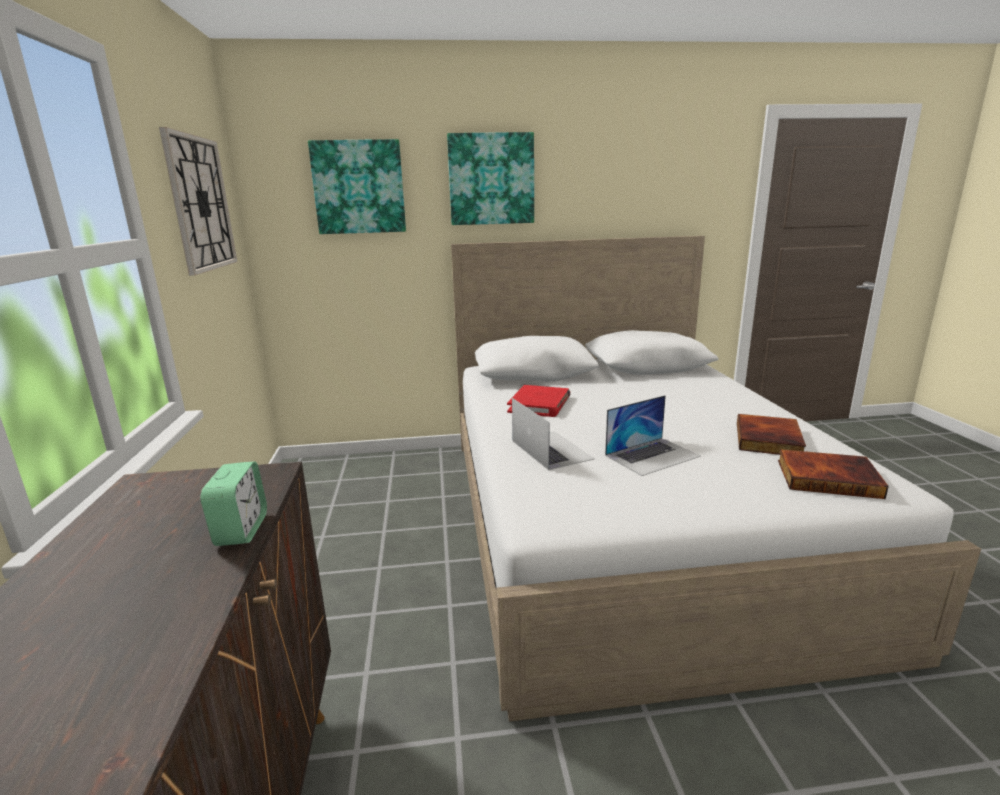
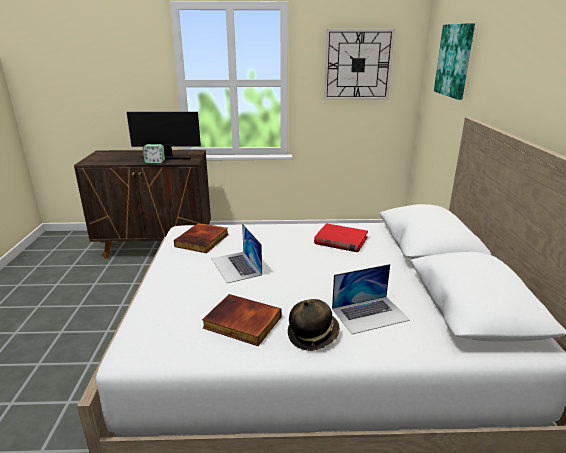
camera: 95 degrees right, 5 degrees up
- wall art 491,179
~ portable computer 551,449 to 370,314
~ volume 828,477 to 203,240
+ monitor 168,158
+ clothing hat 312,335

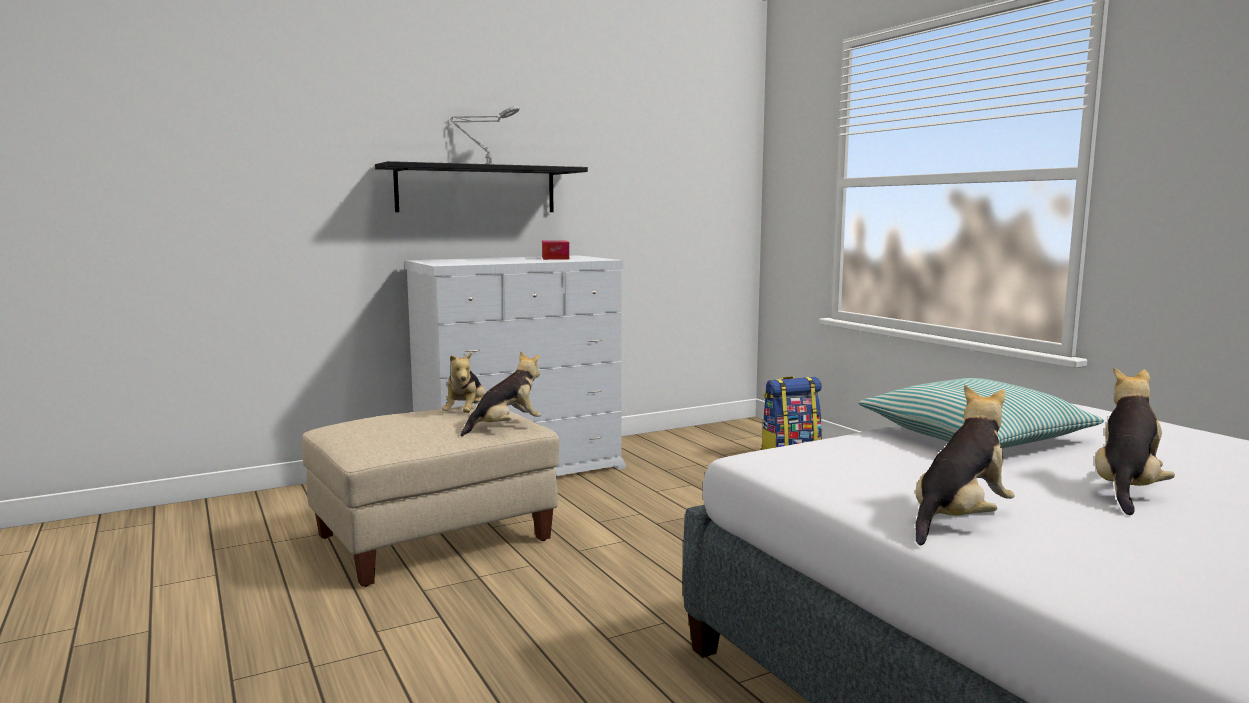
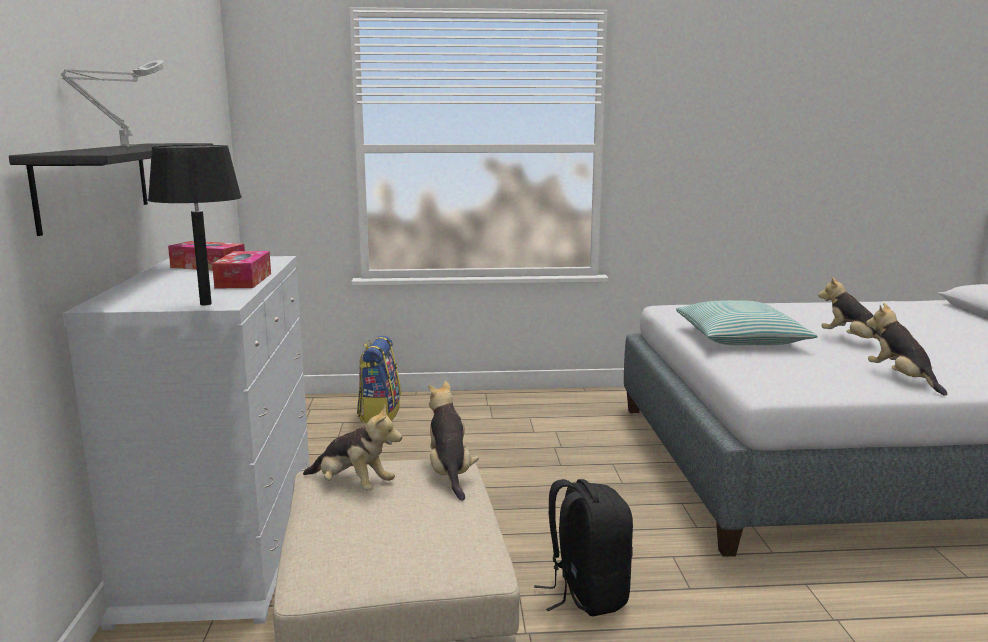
camera: 65 degrees left, 5 degrees up
+ black-coloured table lamp 206,304
+ tissue box 244,280
+ black-coloured backpack 586,594

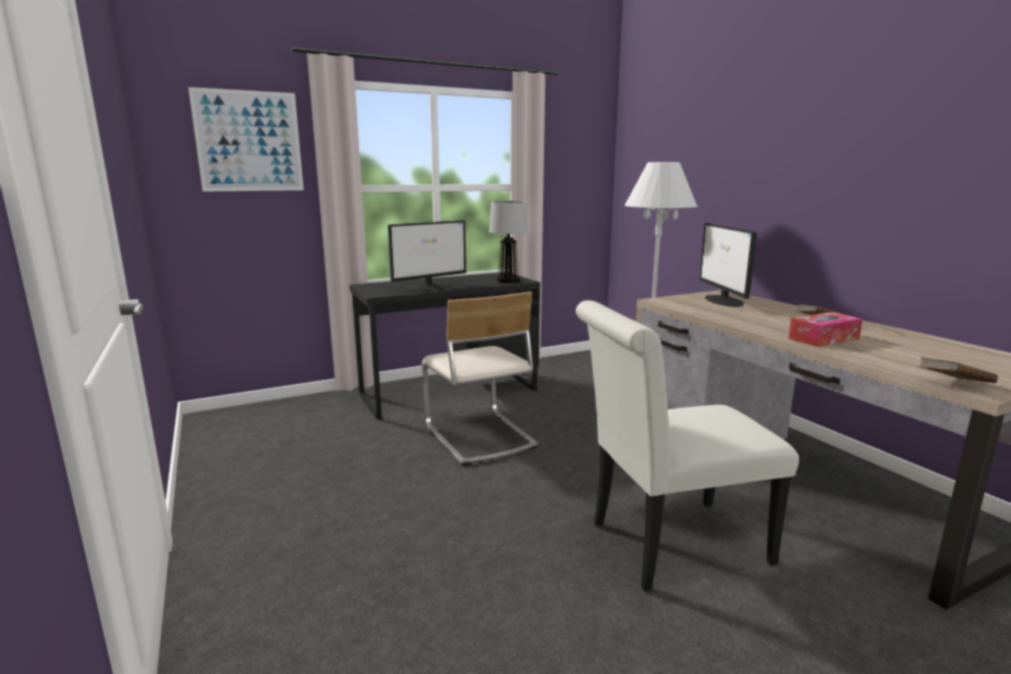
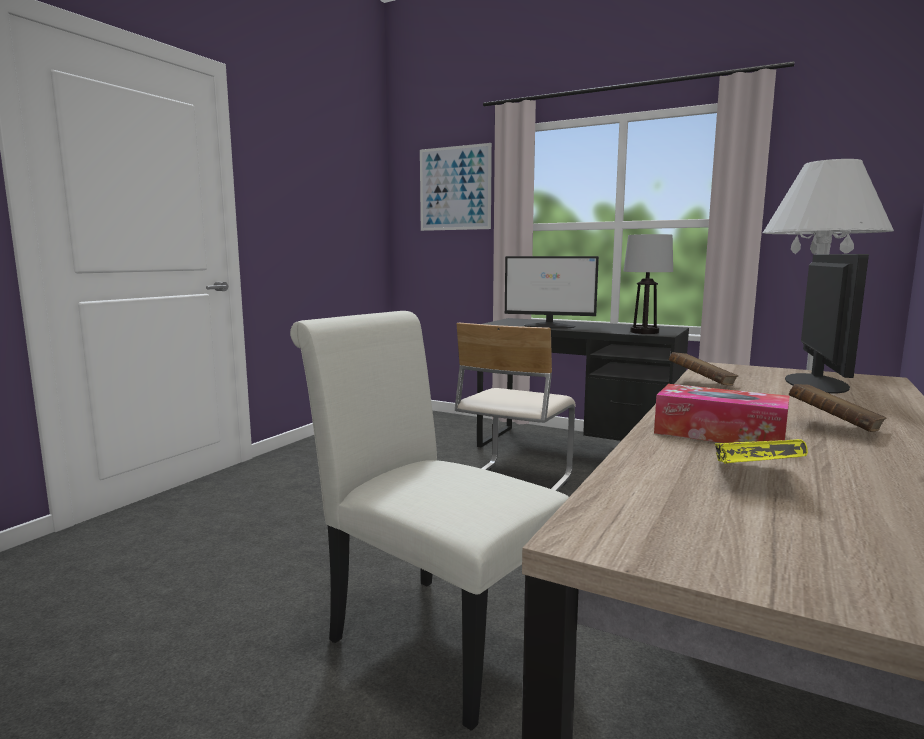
camera: 55 degrees right, 5 degrees down
~ monitor 724,301 = 816,383 150 degrees clockwise
~ brown-coloured volume 954,384 to 701,384
+ yellow-coloured volume 753,477

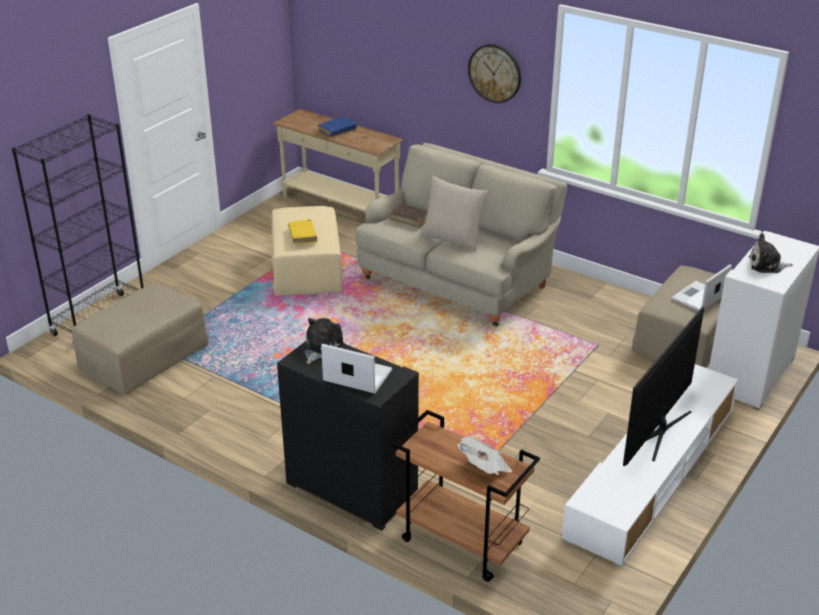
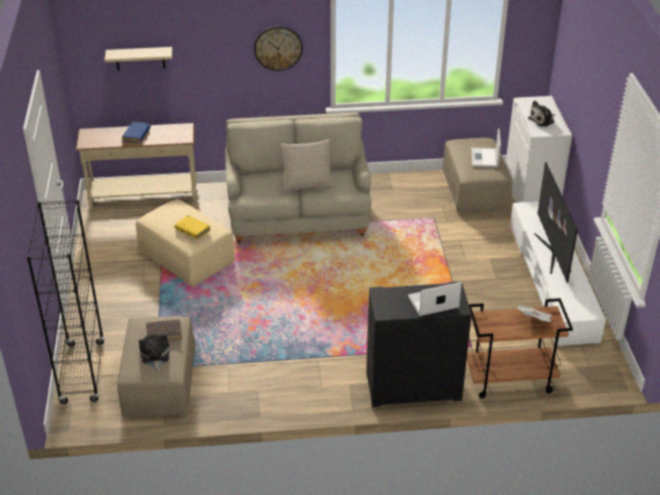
camera: 40 degrees left, 5 degrees up
~ brown-coloured volume 410,219 to 164,333
~ plush toy 321,348 to 155,356
+ beige-coloured wall shelf 140,58

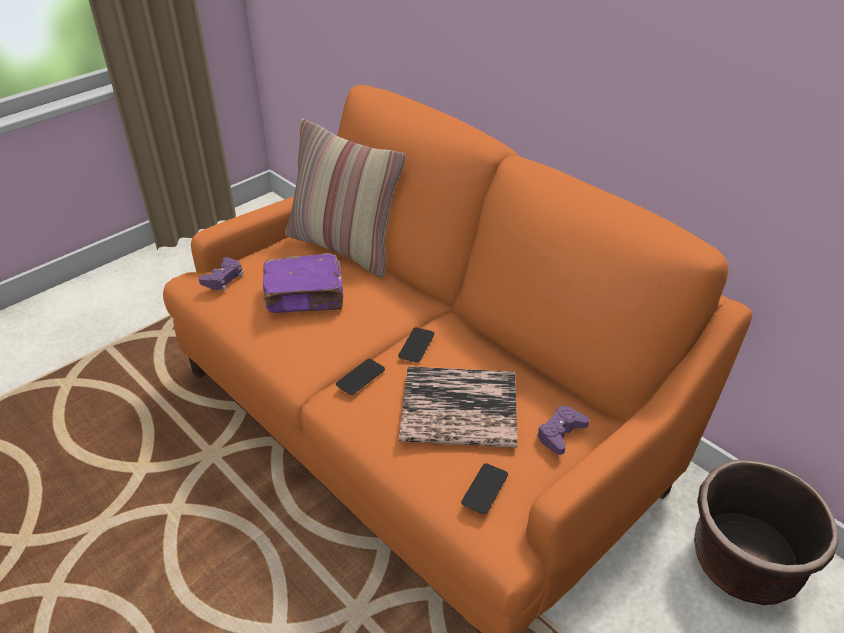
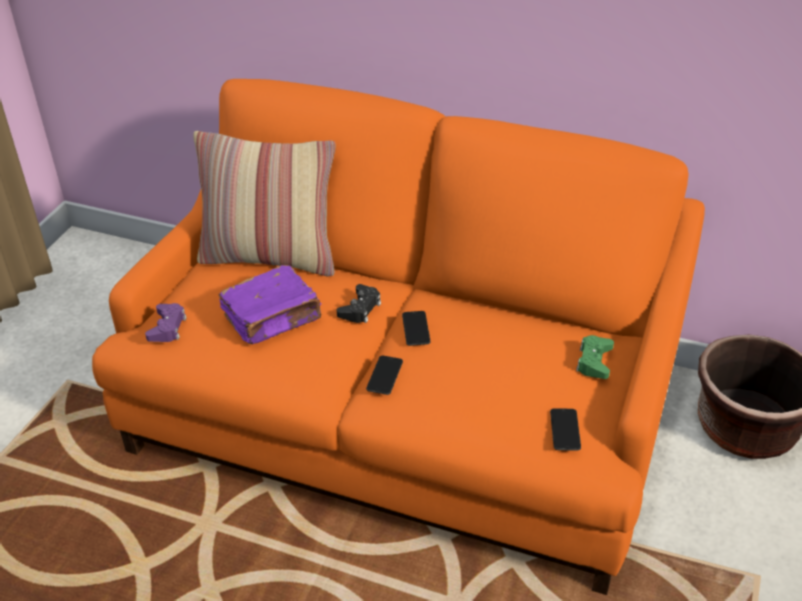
camera: 25 degrees left, 0 degrees up
- volume 459,408
~ purple-coloured gamepad 560,433 to green-coloured gamepad 594,361
+ black-coloured gamepad 360,308

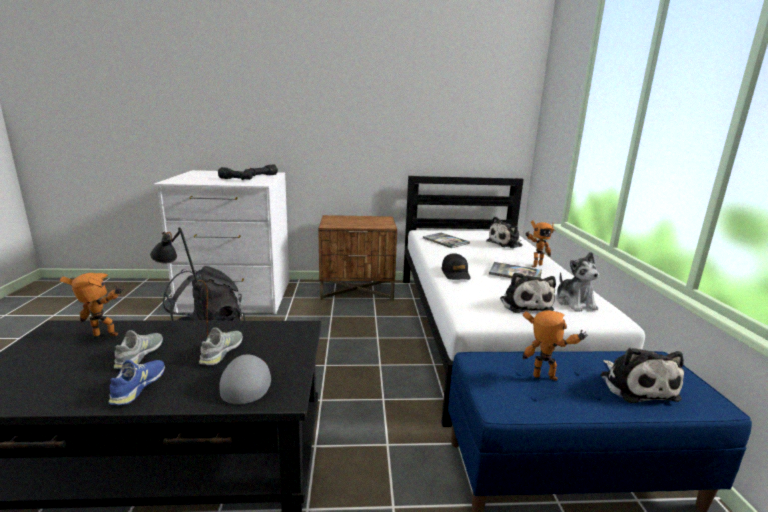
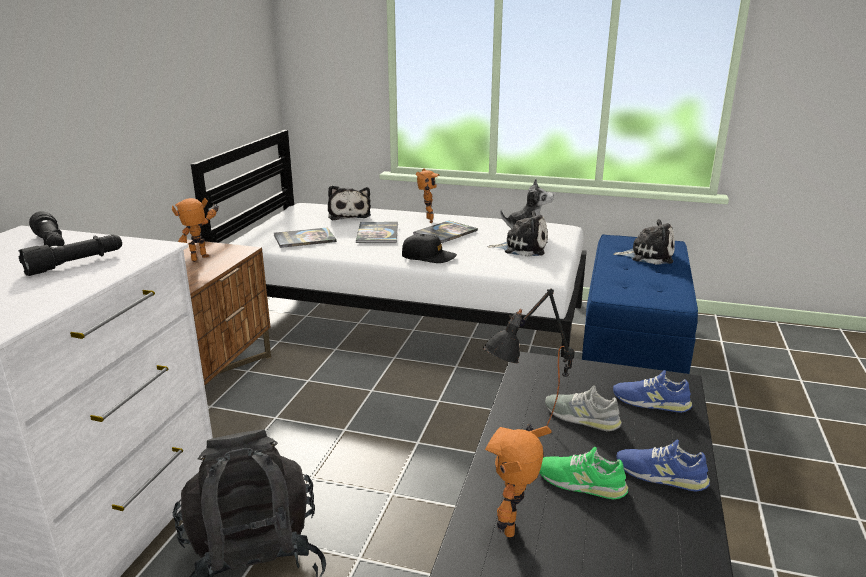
camera: 70 degrees left, 5 degrees up
~ robot figure 545,380 to 202,259
~ greyish shoe 140,354 to green-coloured shoe 580,482
~ greyish cap 247,381 to blue-coloured shoe 651,402
+ volume 377,233

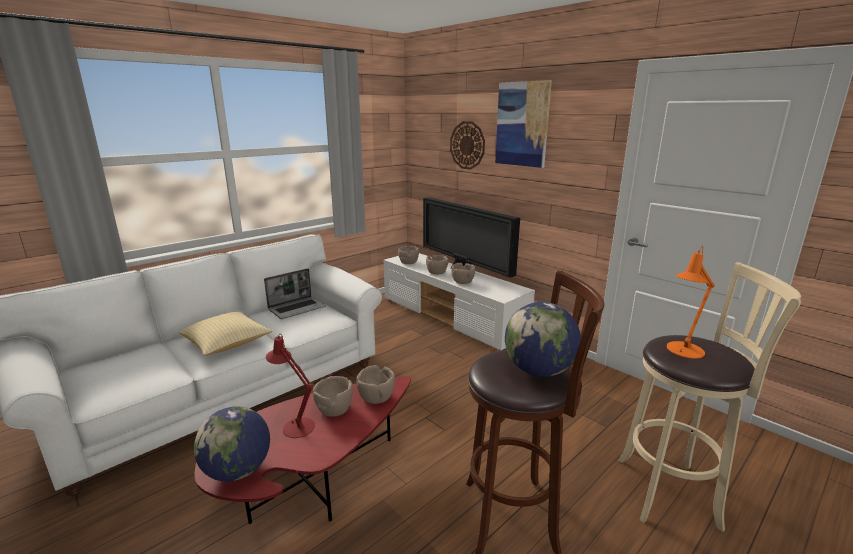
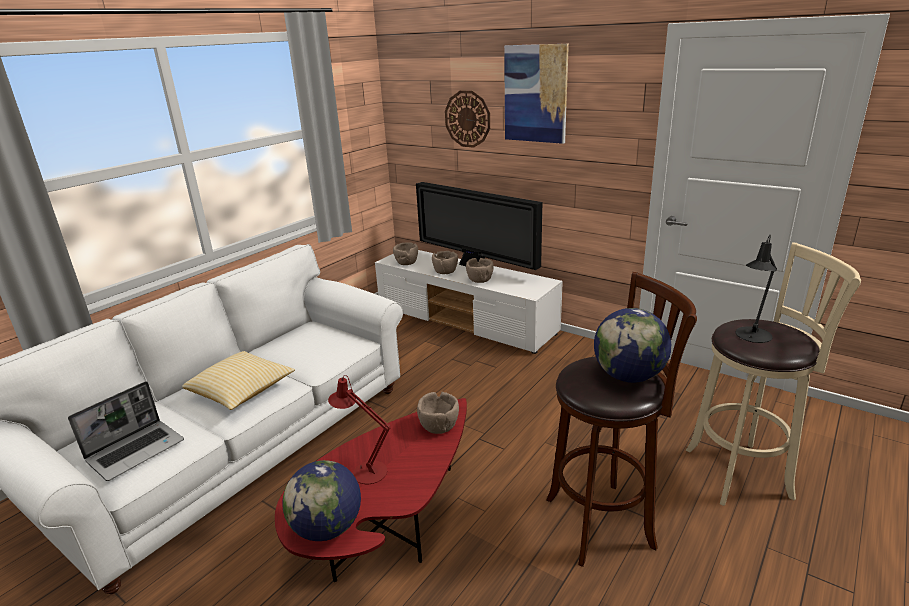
camera: 10 degrees left, 5 degrees up
~ orangey table lamp 682,351 to black-coloured table lamp 751,336
~ portable computer 297,308 to 136,450
- brown-coloured deep dish 334,409

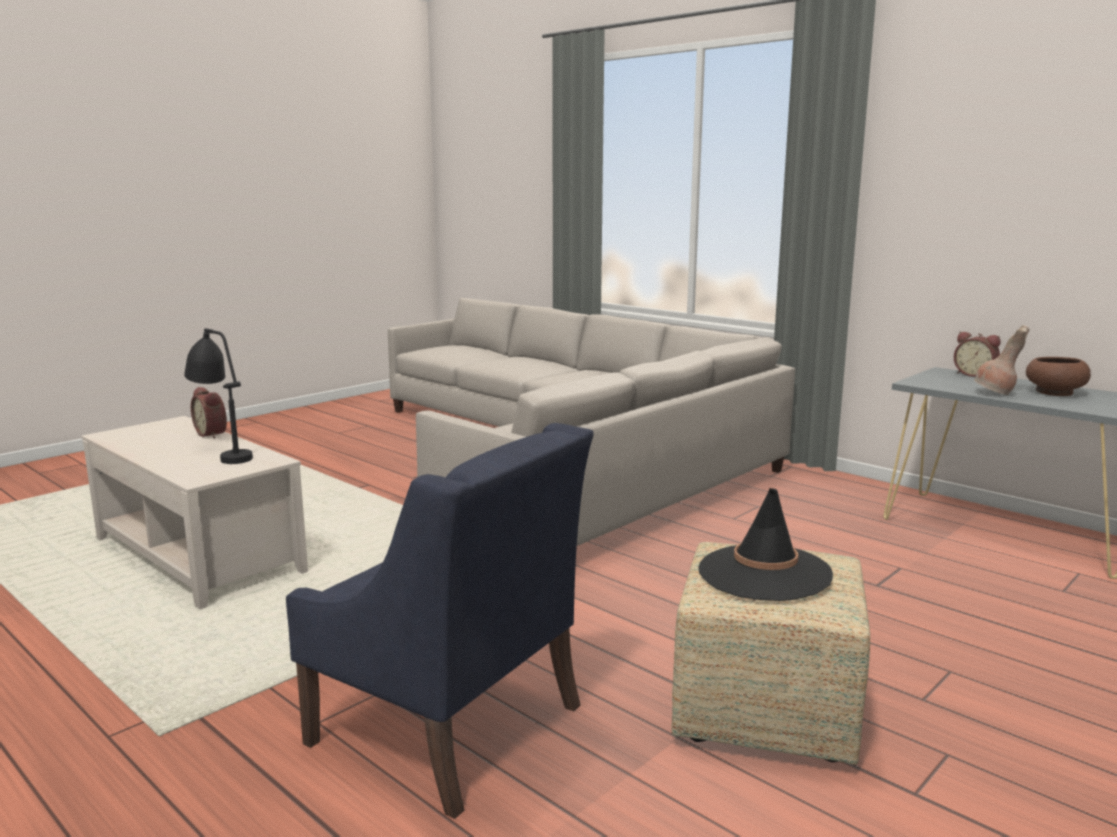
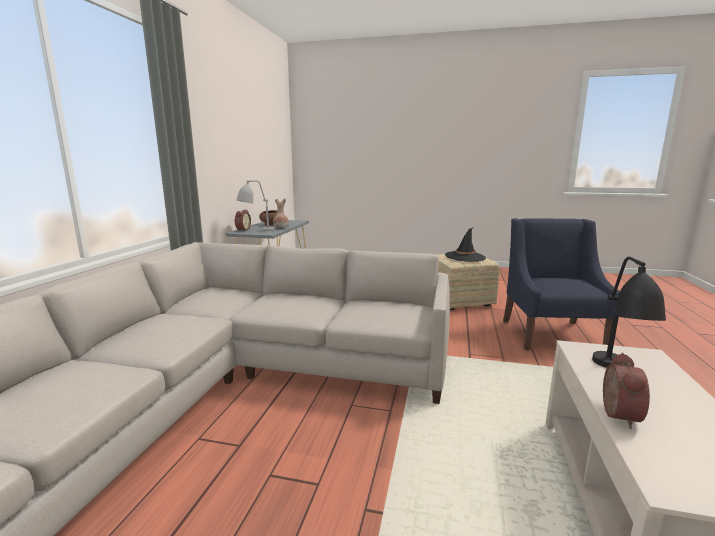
camera: 120 degrees left, 0 degrees up
+ greyish table lamp 256,231

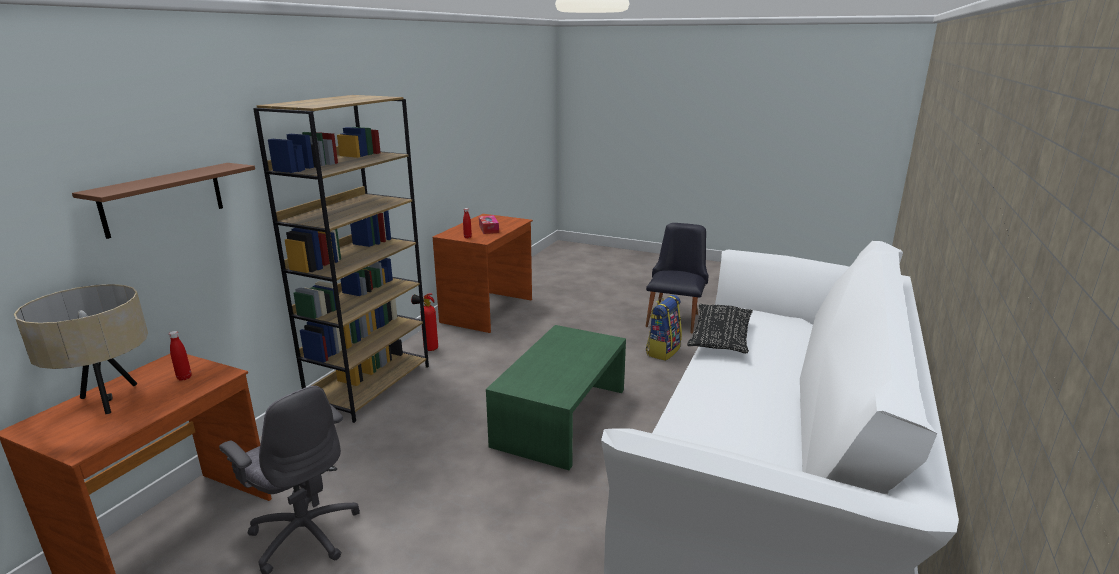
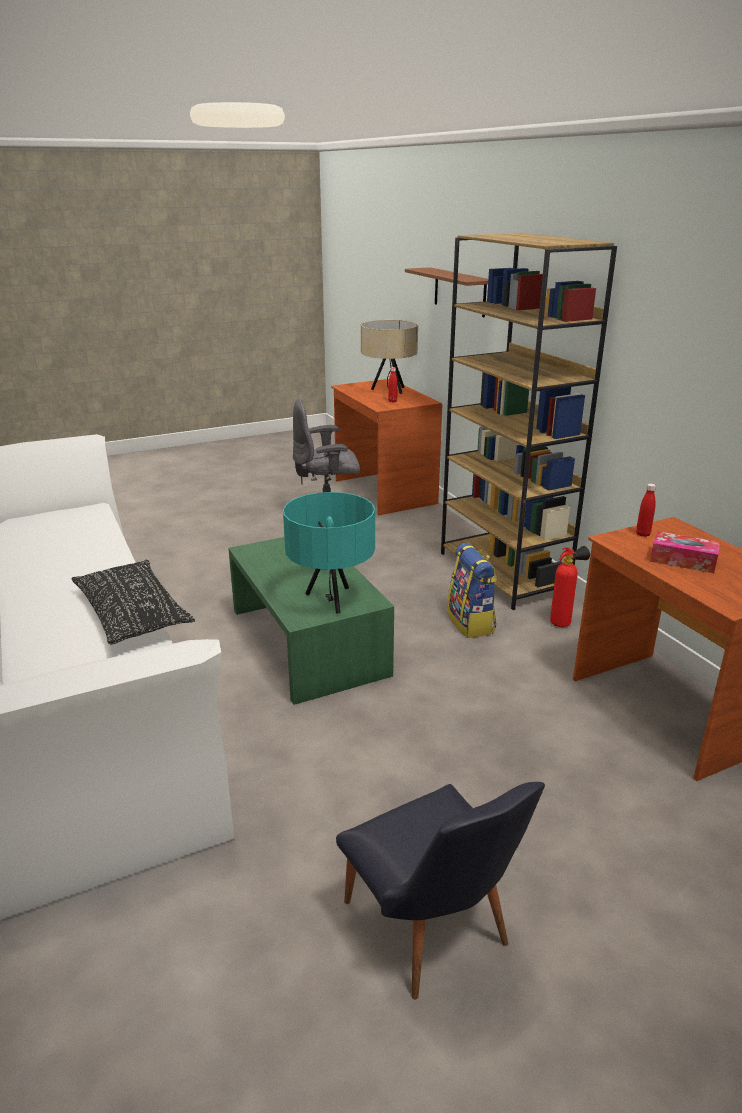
camera: 130 degrees right, 5 degrees up
~ backpack 662,351 to 471,623
+ turquoise table lamp 331,601

